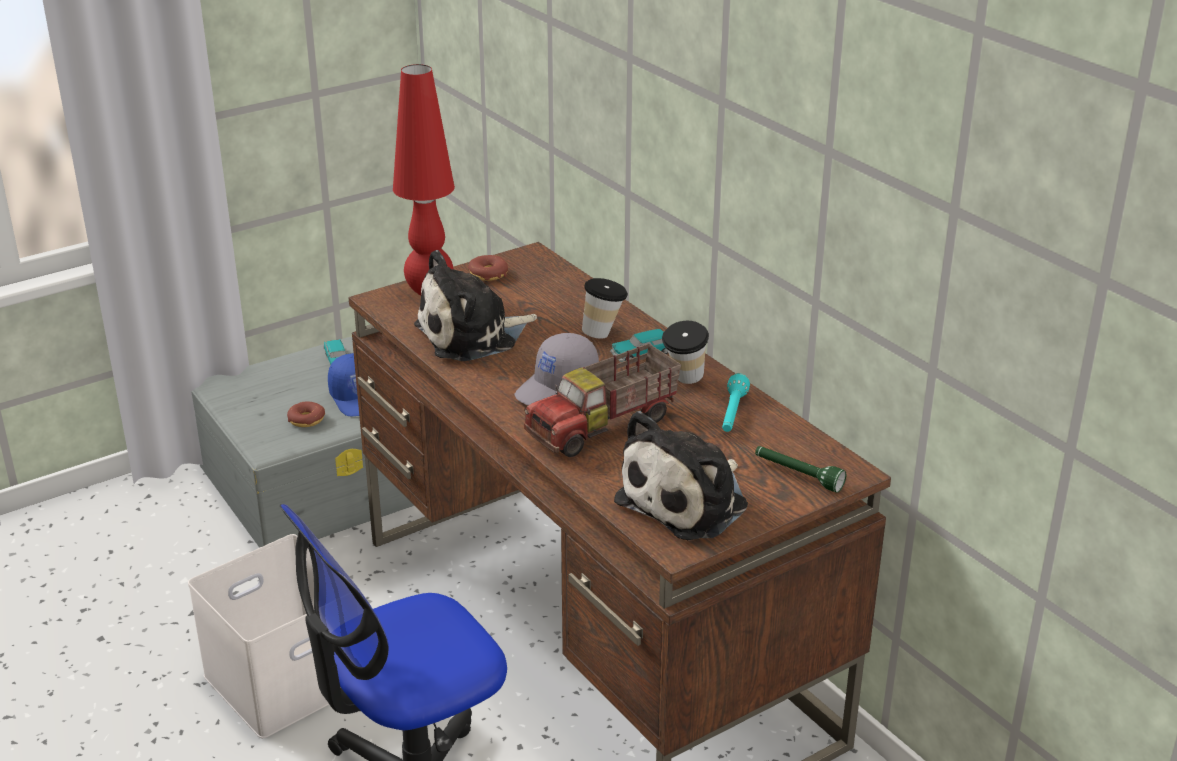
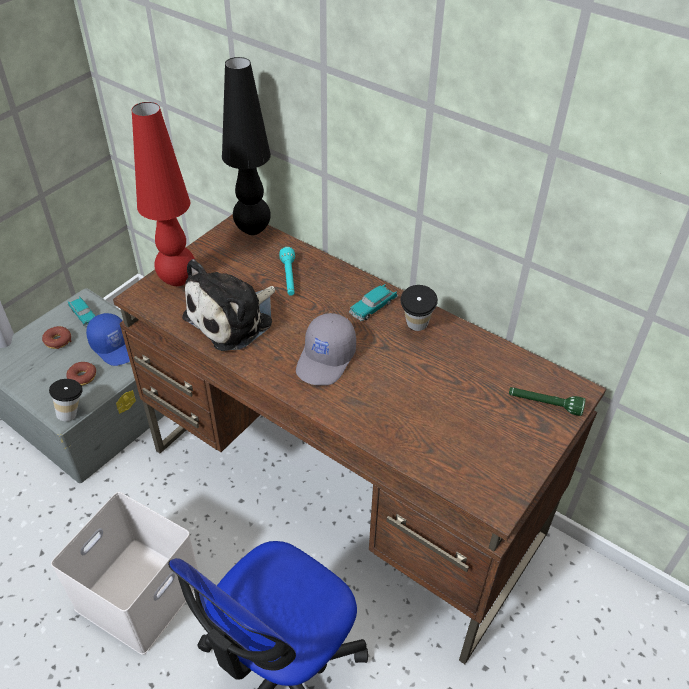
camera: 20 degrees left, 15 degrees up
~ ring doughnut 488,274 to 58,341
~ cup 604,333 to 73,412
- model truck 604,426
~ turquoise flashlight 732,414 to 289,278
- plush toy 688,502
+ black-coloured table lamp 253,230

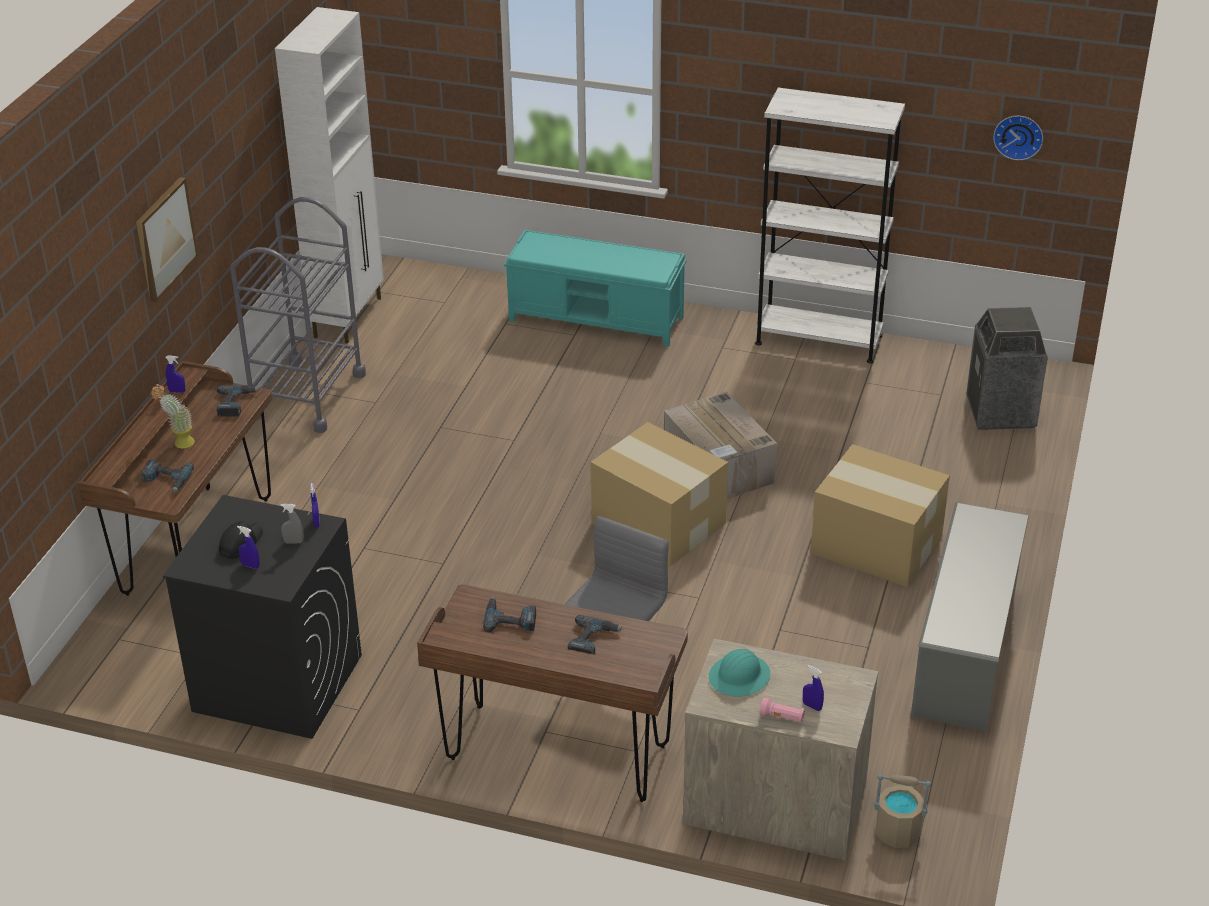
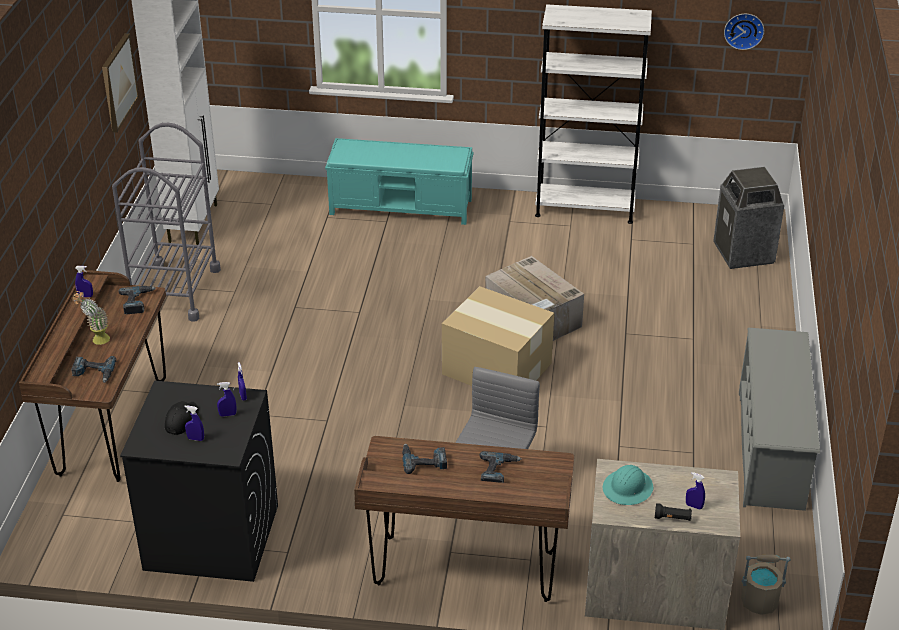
camera: 10 degrees left, 0 degrees up
~ wall art 165,239 to 118,82
- packing box 877,546
~ greyish spray bottle 293,542 to blue-coloured spray bottle 227,414
~ pinkish flashlight 782,717 to black-coloured flashlight 672,518

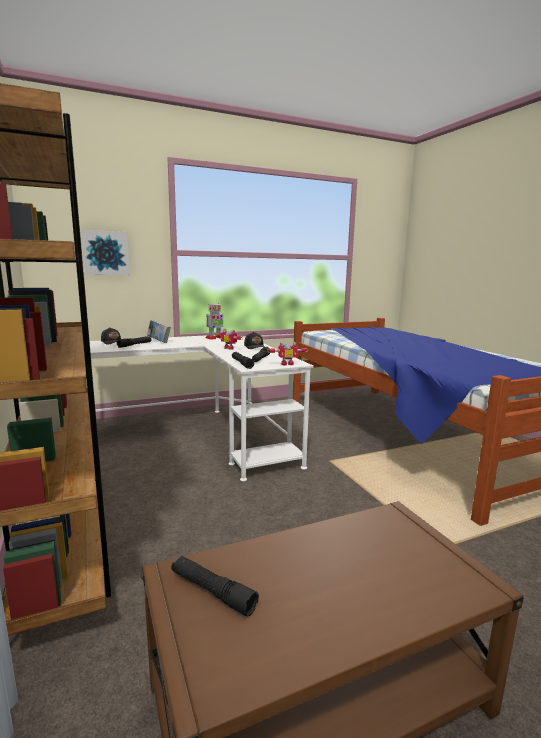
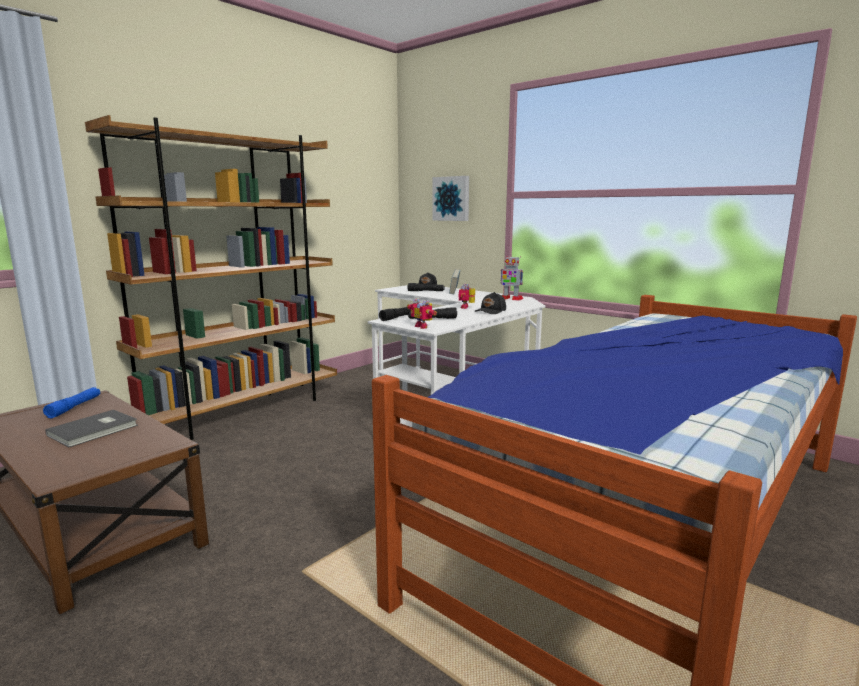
camera: 65 degrees right, 0 degrees up
~ black-coloured flashlight 212,591 to blue-coloured flashlight 74,407
+ greyish volume 95,430

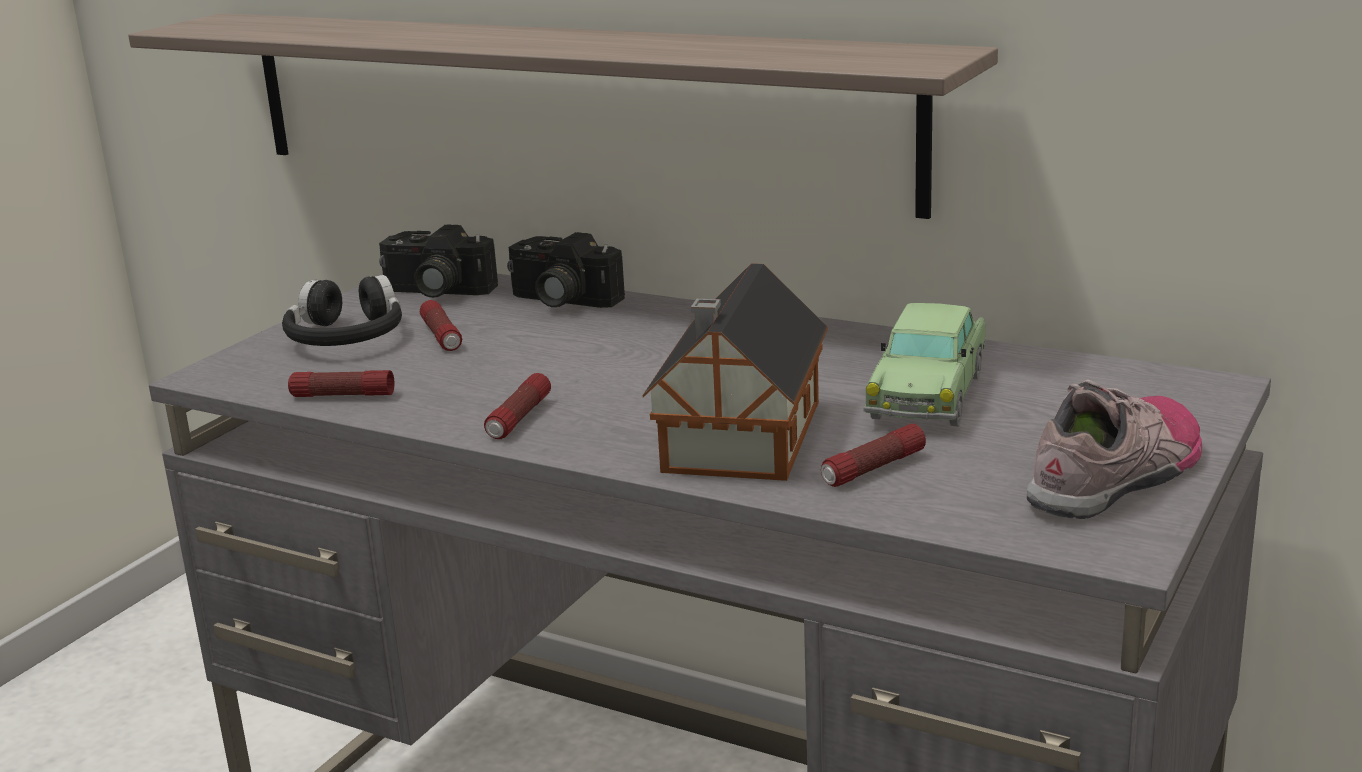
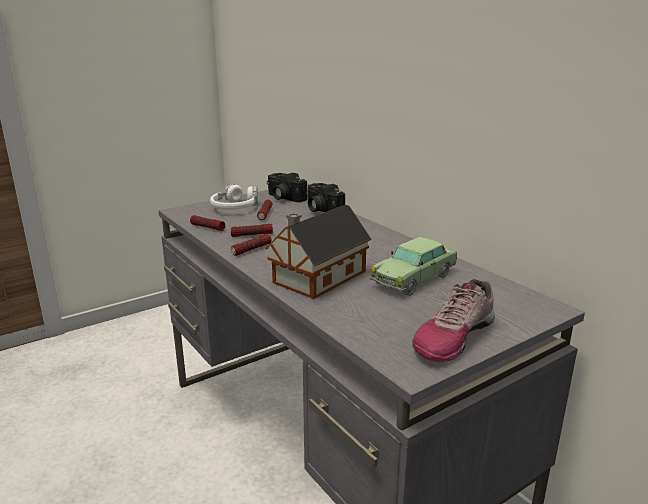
camera: 25 degrees right, 0 degrees up
- wall shelf 561,106
~ black-coloured headphones 346,337 to white-coloured headphones 235,207
~ shoe 1119,475 = 453,336 150 degrees clockwise
~ flashlight 873,469 to 252,235

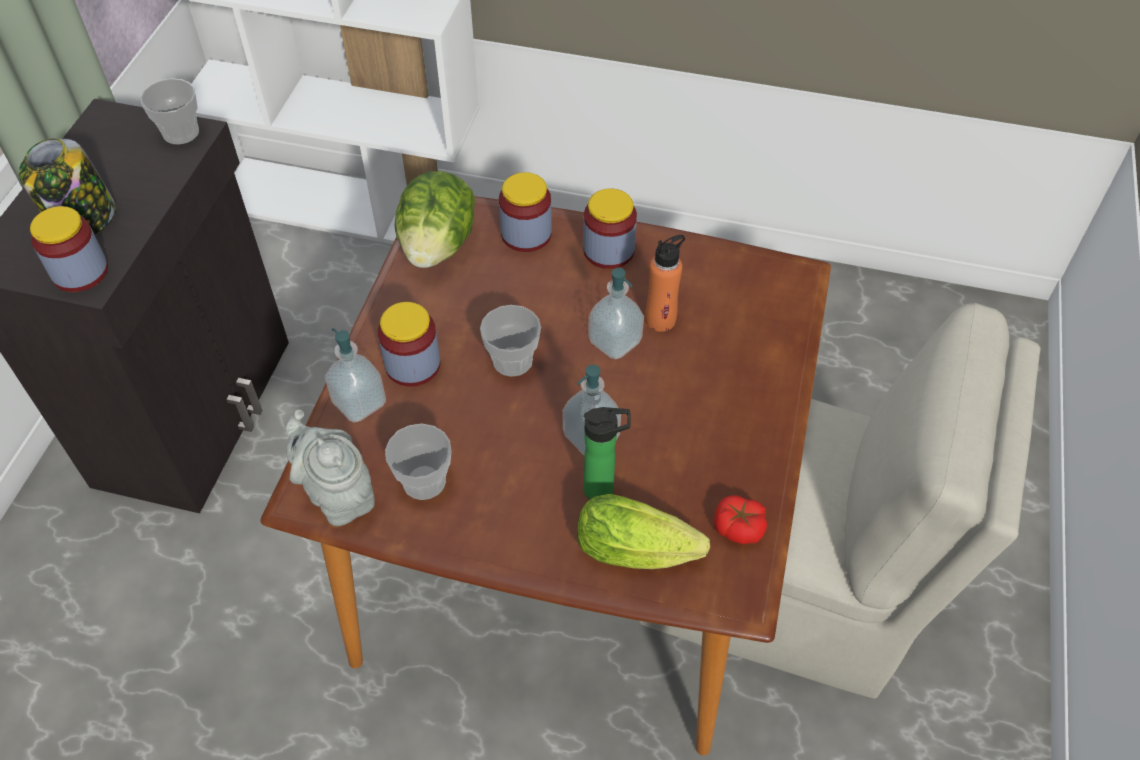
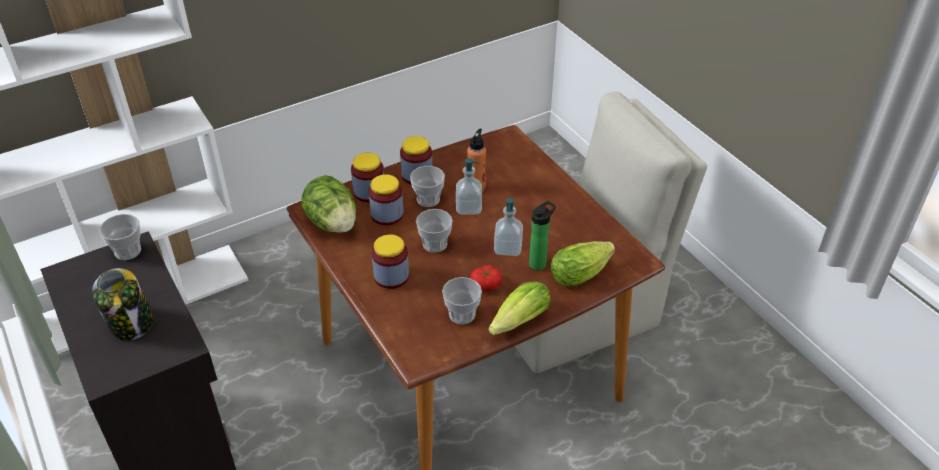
camera: 45 degrees left, 10 degrees down
~ storage jar 80,272 to 387,215
- soap dispenser 359,403
- greyish pot for tea 337,495
~ whole tomato 739,527 to 486,284
+ cup 428,199
+ lettuce 516,323

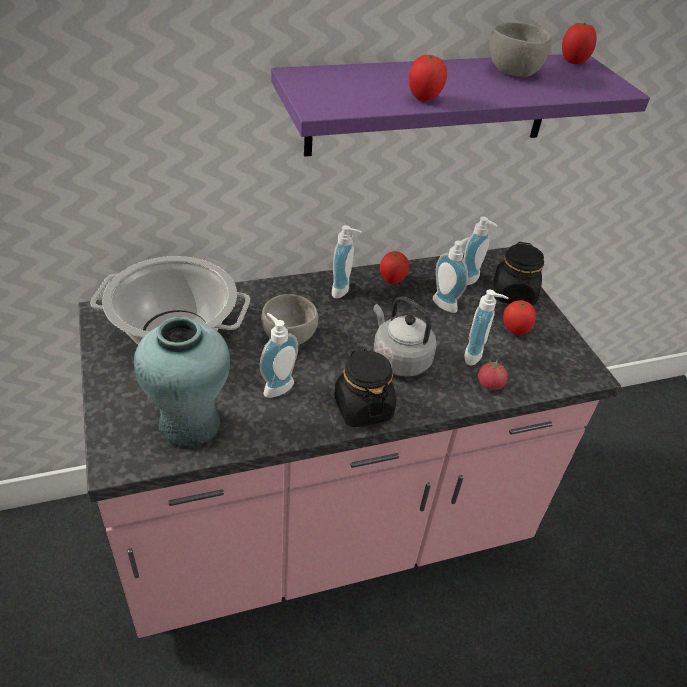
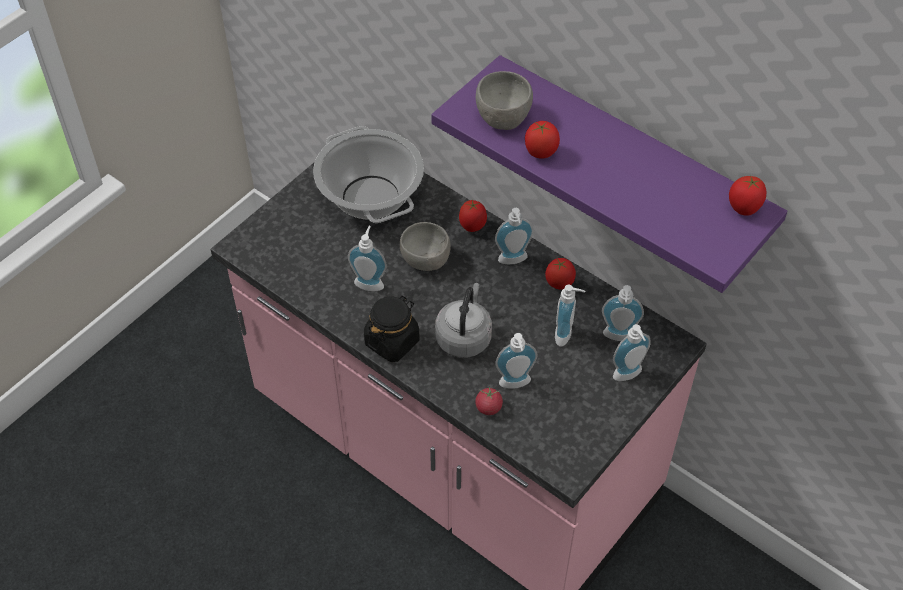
camera: 60 degrees right, 10 degrees up
~ greyish deep dish 513,72 to 501,118
~ black-coloured storage jar 513,294 to soap dispenser 629,376
~ whole tomato 515,330 to 472,227
- turquoise decorative vase 189,424

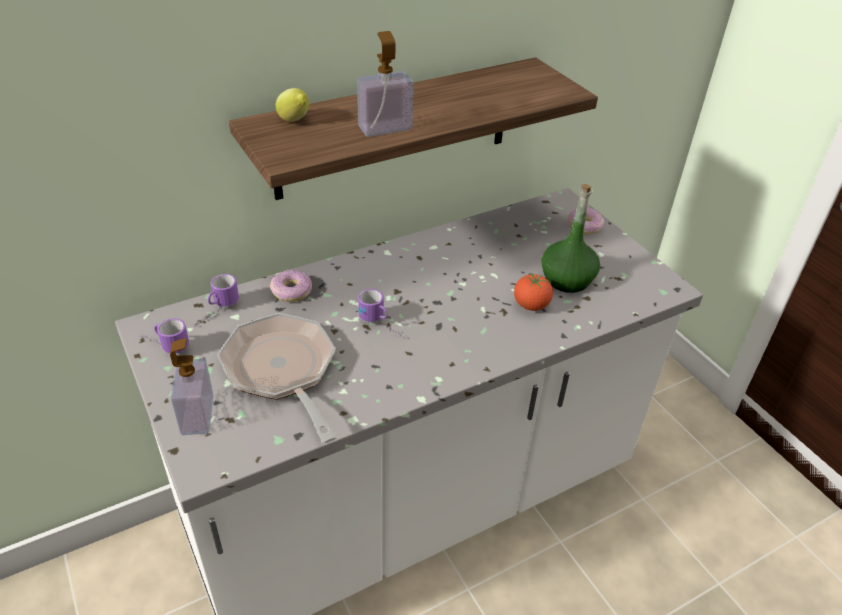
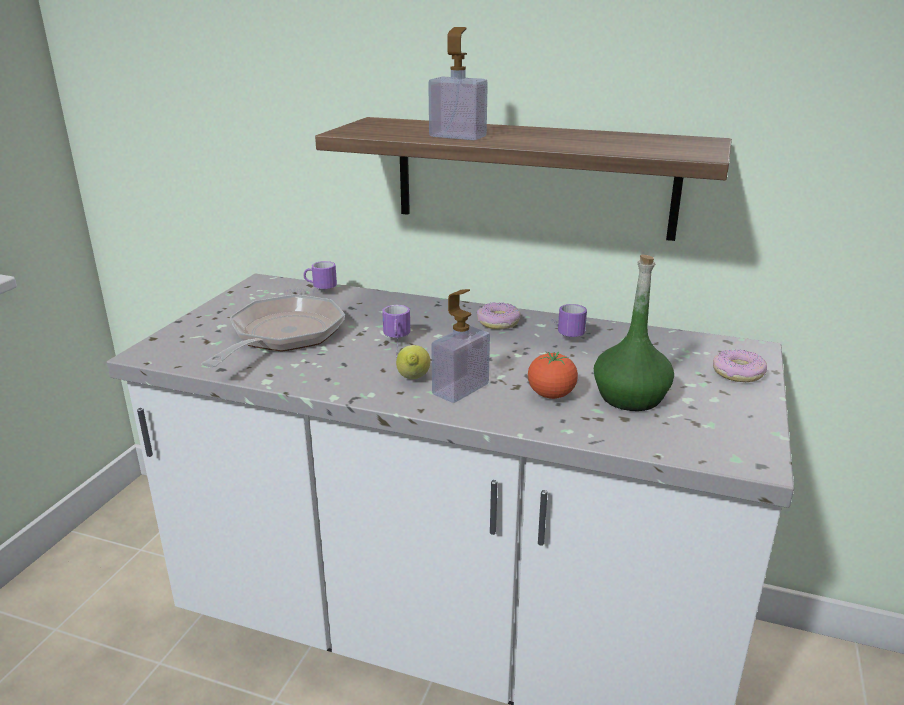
camera: 50 degrees right, 15 degrees down
~ citrus fruit 295,121 to 413,379
~ ring doughnut 291,291 to 498,322
~ tea mug 164,346 to 564,333
~ soap dispenser 197,415 to 460,389

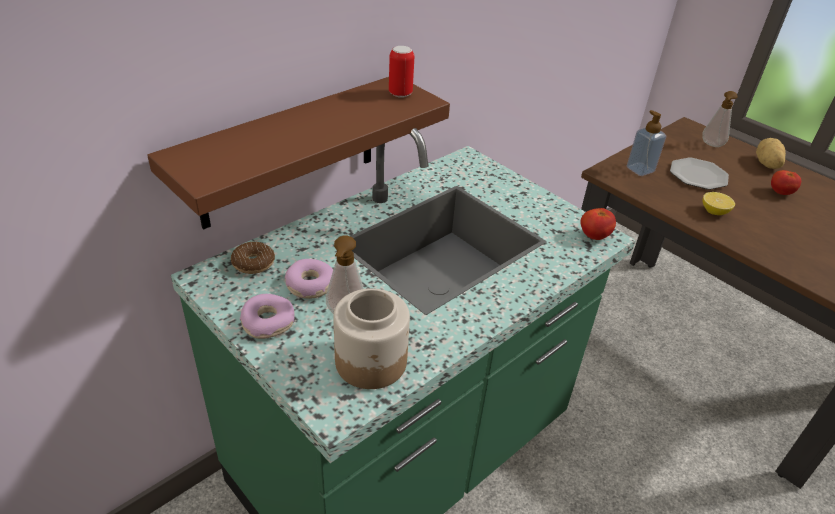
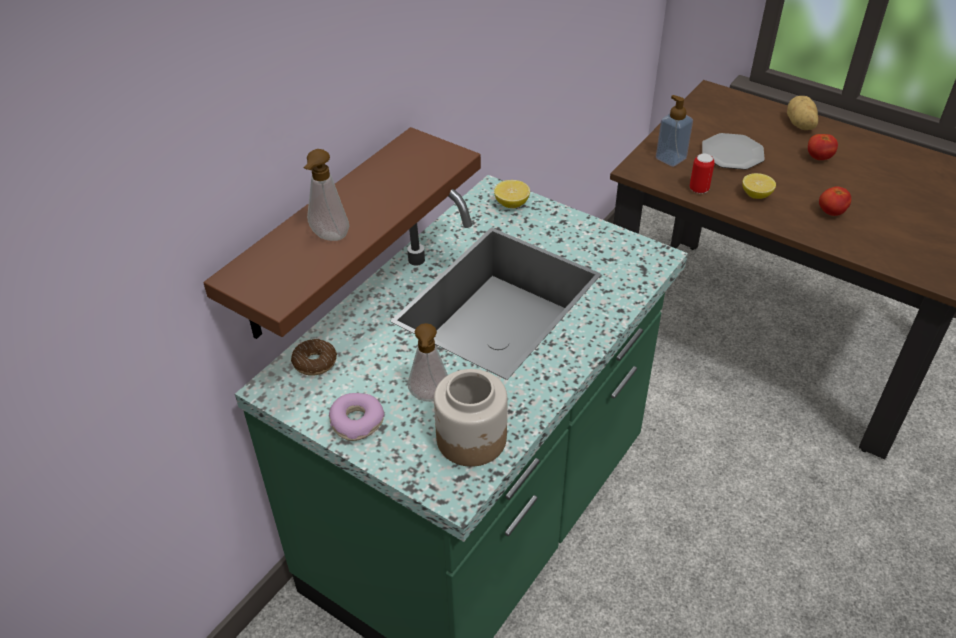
camera: 10 degrees left, 5 degrees up
~ metal can 400,94 to 699,189
~ soap dispenser 711,145 to 328,237
~ whole tomato 594,236 to 831,212
- ring doughnut 310,285
+ citrus fruit 511,204

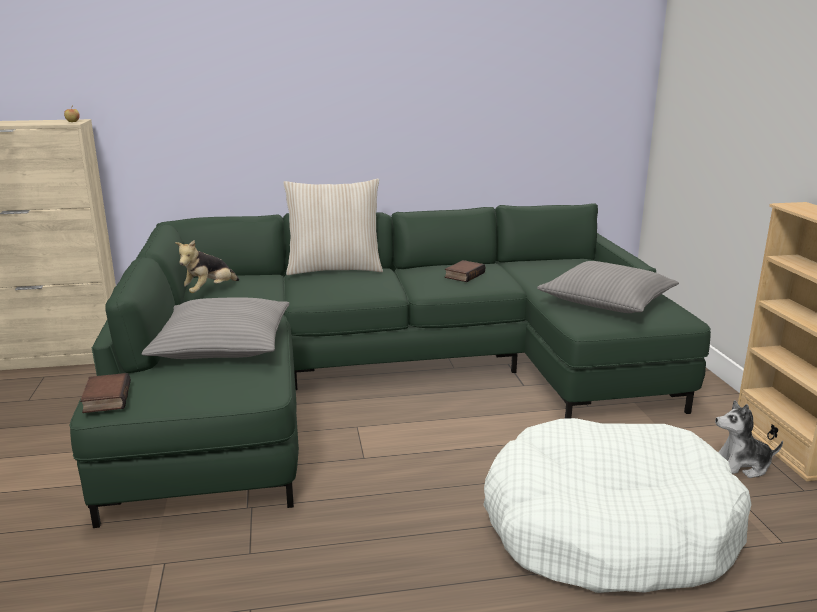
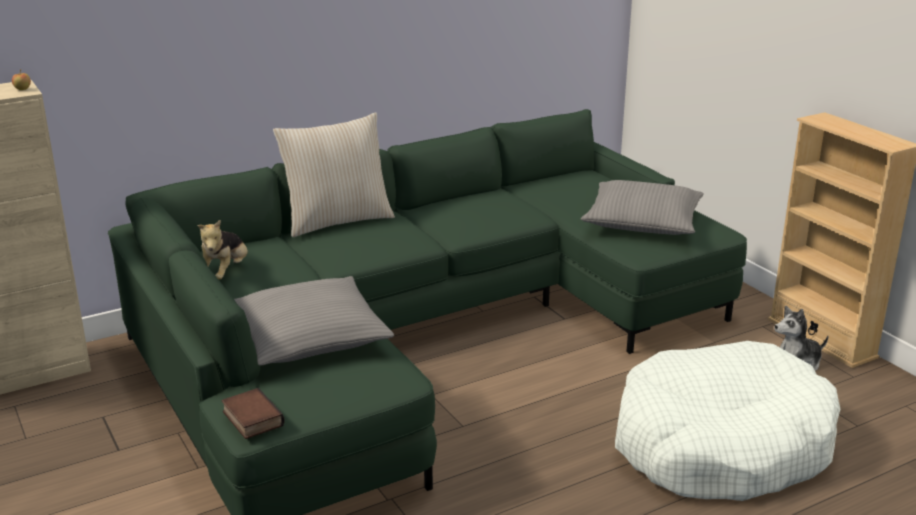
camera: 20 degrees left, 5 degrees up
- volume 464,275

